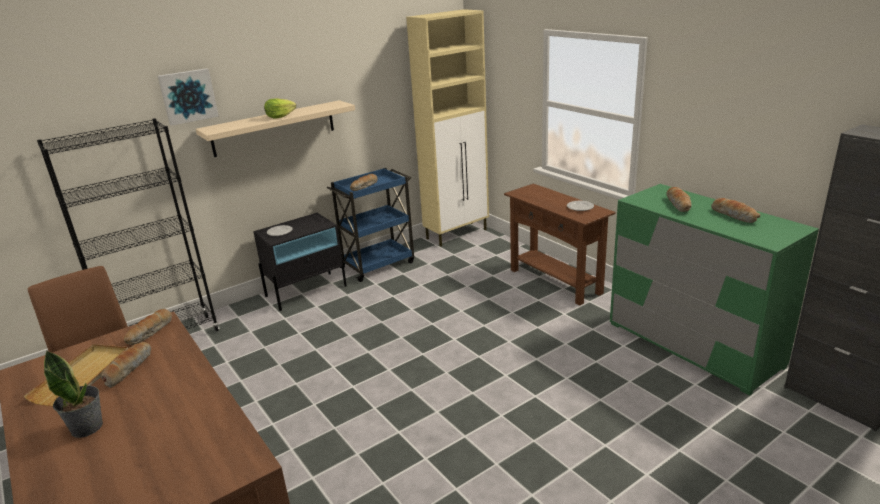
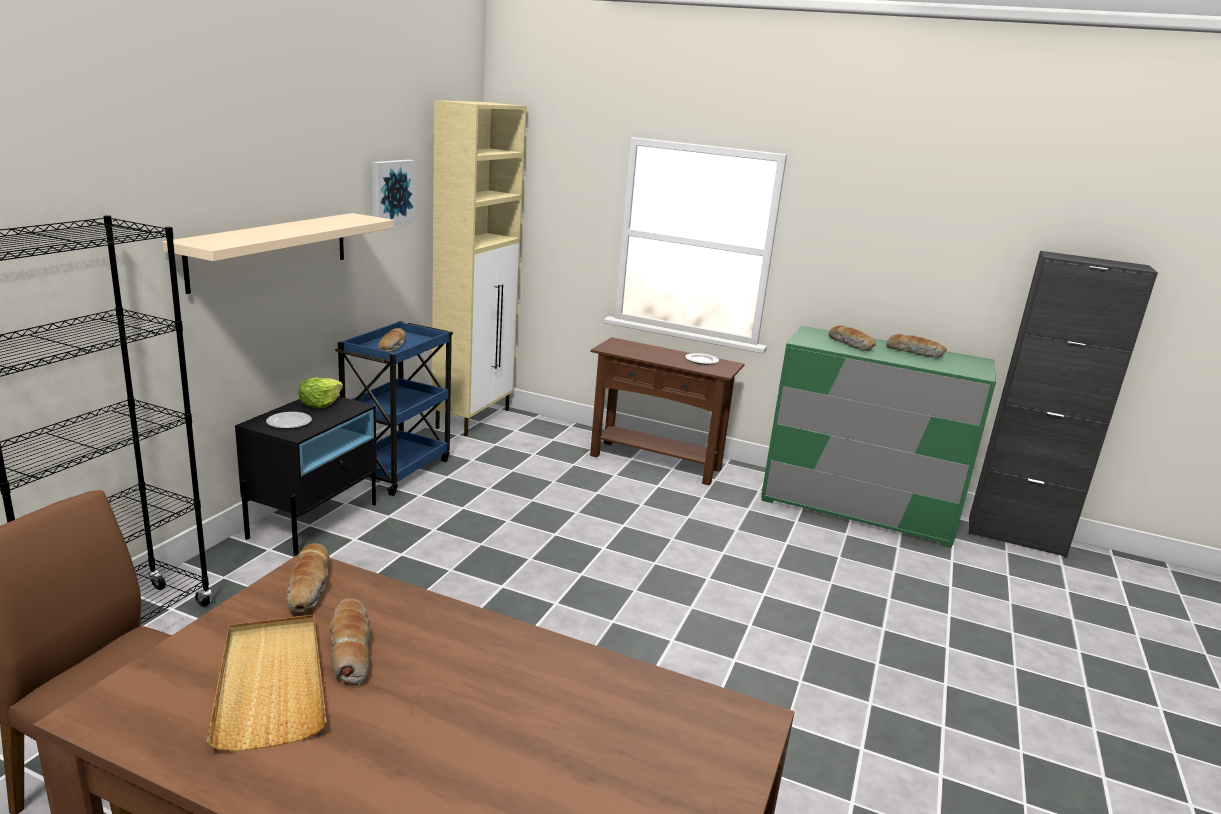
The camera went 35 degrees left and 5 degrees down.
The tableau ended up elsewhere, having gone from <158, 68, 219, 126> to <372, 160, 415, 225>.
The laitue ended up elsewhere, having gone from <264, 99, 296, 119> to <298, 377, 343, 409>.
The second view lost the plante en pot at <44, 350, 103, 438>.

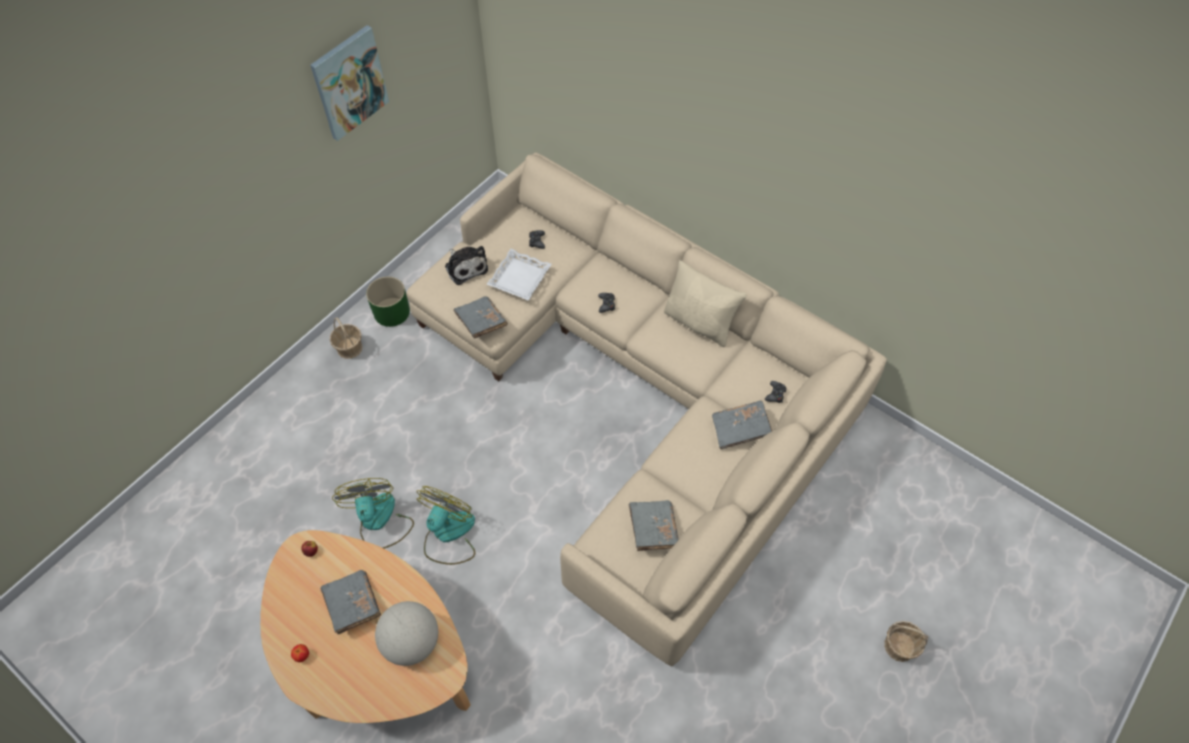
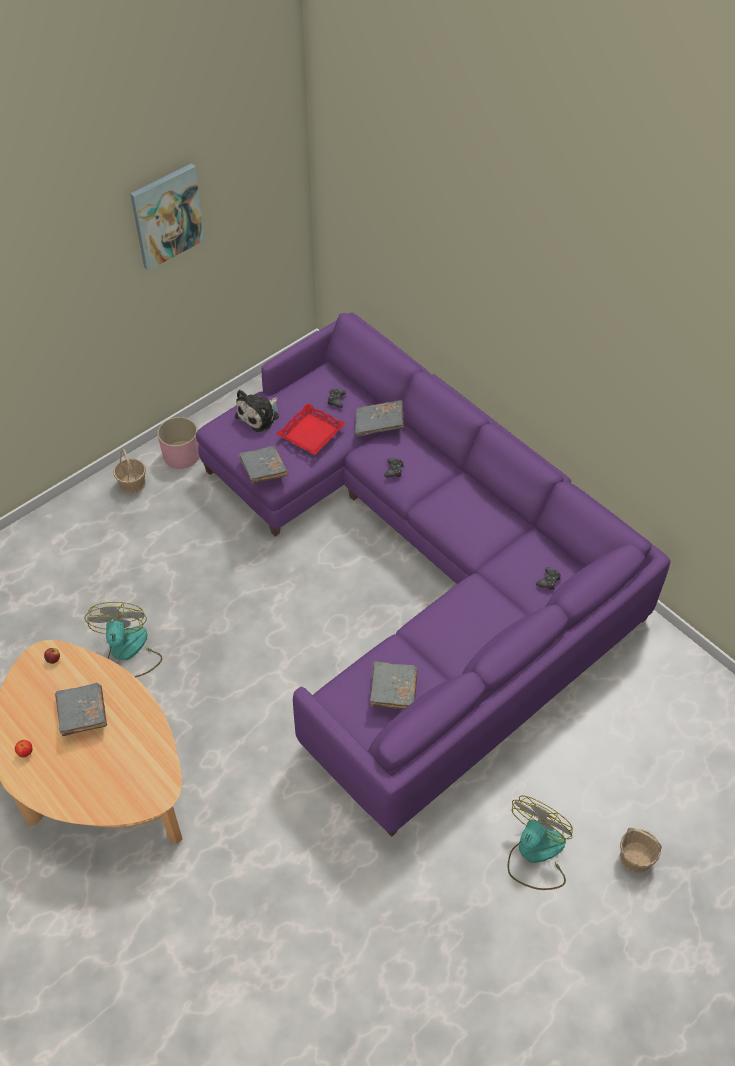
The camera went 10 degrees right and 5 degrees down.
What was the canapé (beige) at <406, 152, 887, 666> turned into the canapé (violet) at <196, 312, 671, 837>.
The peluche at <445, 246, 488, 285> ended up facing another way, 60 degrees clockwise from before.
What was the plateau (blanc) at <487, 249, 552, 301> turned into the plateau (rouge) at <276, 403, 346, 455>.
The second view lost the coussin (beige) at <664, 260, 747, 347>.
What was the cache-pot (vert) at <366, 277, 410, 327> turned into the cache-pot (rose) at <157, 417, 199, 469>.
The livre (gris) ended up elsewhere, having gone from <712, 400, 772, 449> to <355, 400, 404, 437>.
The ventilateur ended up elsewhere, having gone from <417, 486, 475, 565> to <508, 796, 572, 890>.
The second view lost the globe at <375, 601, 438, 666>.

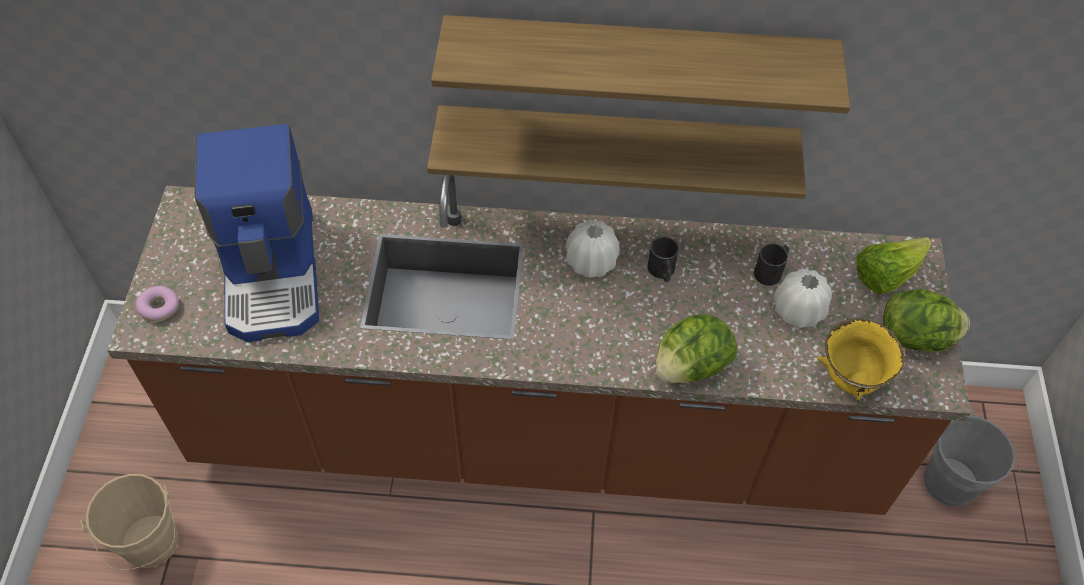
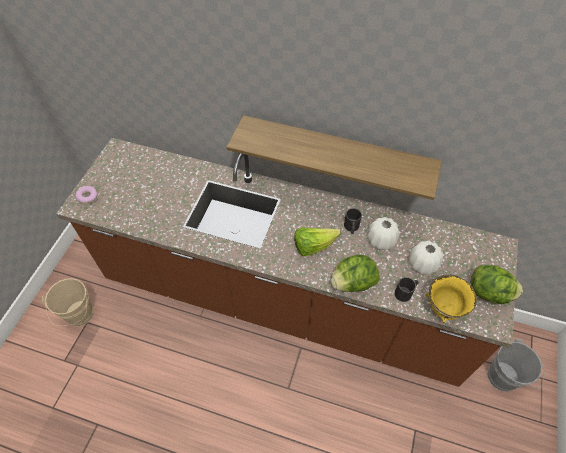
The camera went 15 degrees right and 0 degrees up.
The second view lost the étagère at <431, 15, 850, 113>.
The second view lost the machine à café at <194, 124, 319, 342>.
The vase (blanc) ended up elsewhere, having gone from <566, 220, 620, 278> to <367, 217, 399, 250>.
The laitue ended up elsewhere, having gone from <857, 237, 931, 294> to <294, 227, 341, 256>.
The mug (noir) ended up elsewhere, having gone from <754, 244, 789, 286> to <395, 277, 419, 302>.

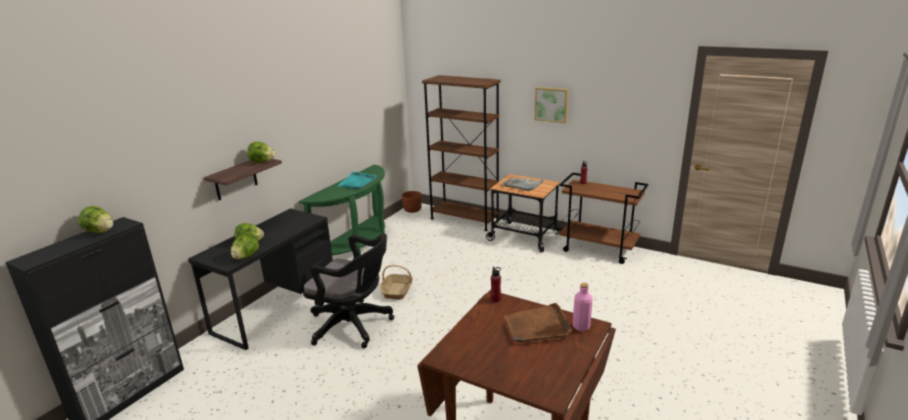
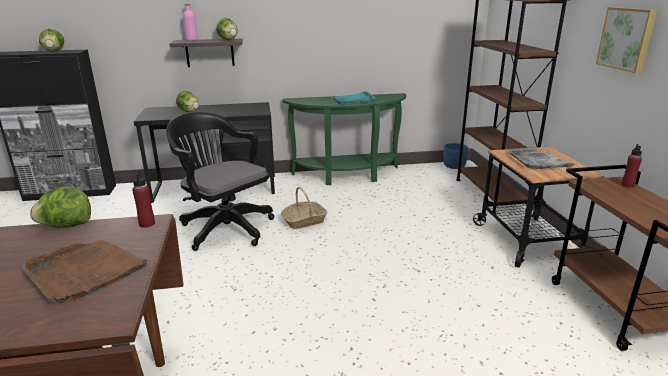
The camera went 50 degrees right and 0 degrees up.
What was the cache-pot (marron) at <402, 191, 422, 213> turned into the cache-pot (bleu) at <443, 143, 469, 169>.
The chaise de bureau (noir) at <303, 234, 394, 348> ended up facing another way, 150 degrees clockwise from before.
The laitue ended up elsewhere, having gone from <231, 235, 259, 259> to <30, 186, 91, 228>.
The bouteille (rose) ended up elsewhere, having gone from <573, 283, 593, 331> to <182, 4, 198, 41>.

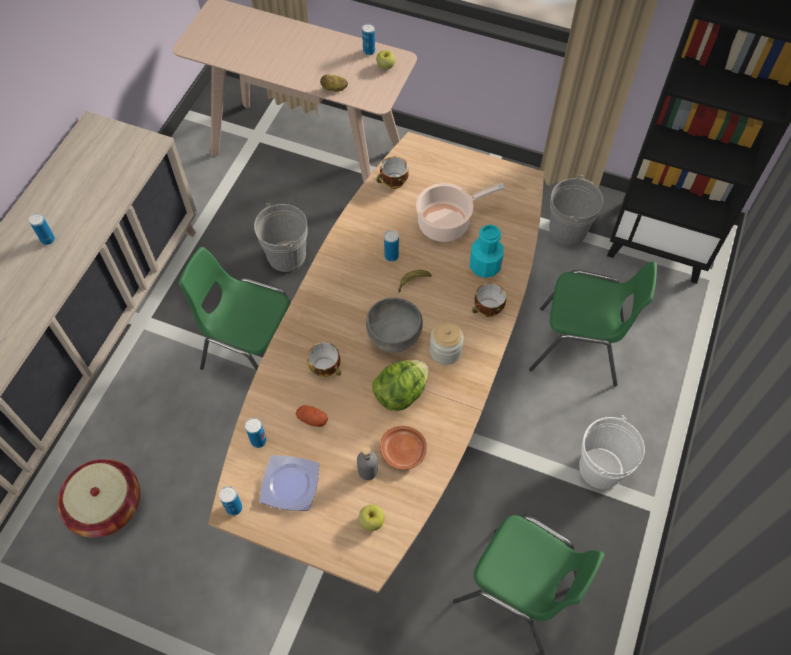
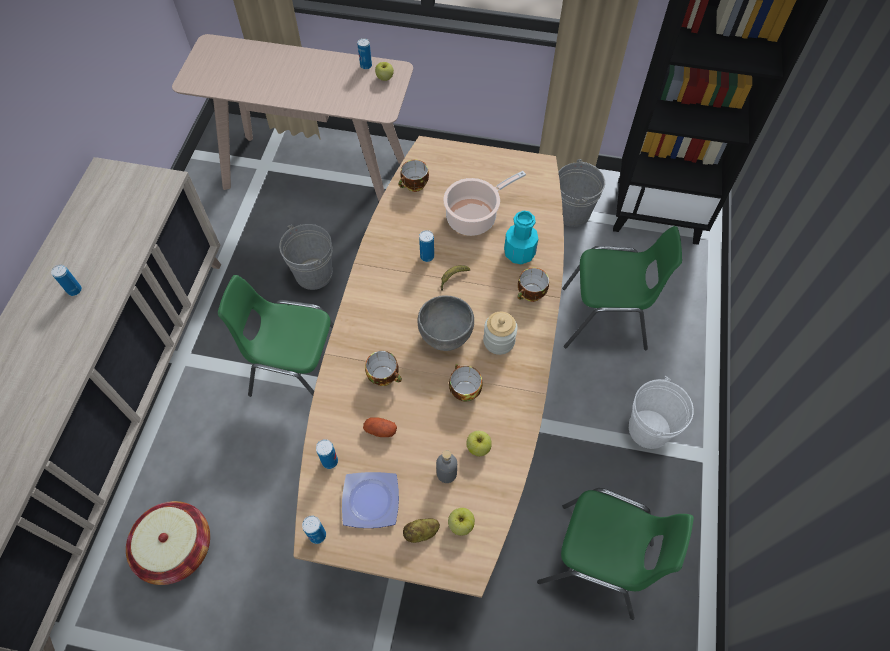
The camera went 10 degrees left and 0 degrees up.
The pomme de terre ended up elsewhere, having gone from <320, 75, 348, 92> to <403, 519, 440, 543>.
Where the laitue stood at <372, 360, 429, 411>, the tasse came to stand at <449, 364, 483, 402>.
Where the assiette (marron) stood at <380, 426, 427, 470>, the pomme came to stand at <466, 431, 492, 456>.

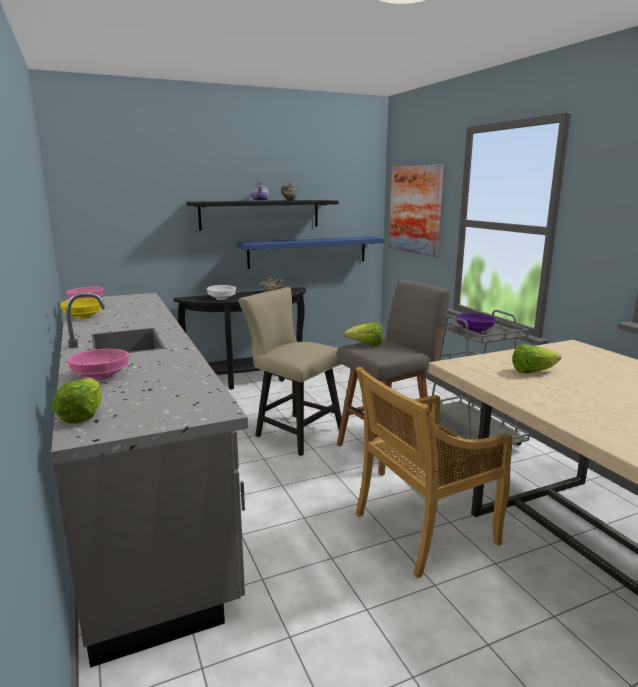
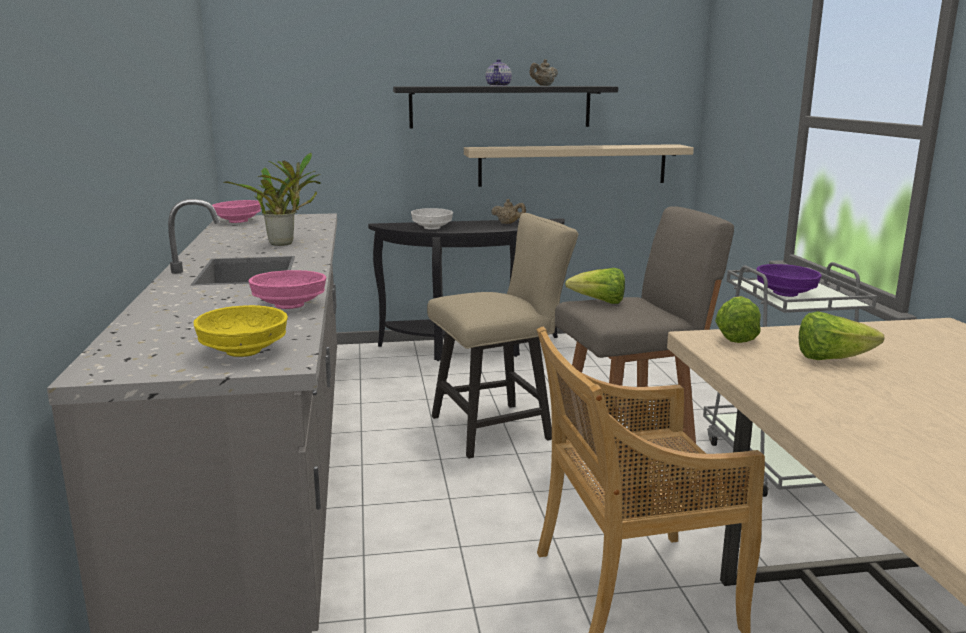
The camera went 15 degrees right and 0 degrees up.
The second view lost the tableau at <389, 164, 444, 257>.
What was the étagère (bleu) at <237, 236, 384, 269> turned into the étagère (beige) at <464, 144, 694, 187>.
The chaise (beige) at <239, 287, 342, 456> ended up facing another way, 105 degrees clockwise from before.
The bol (jaune) ended up elsewhere, having gone from <60, 298, 102, 319> to <194, 305, 288, 357>.
The bol (rose) ended up elsewhere, having gone from <67, 349, 129, 380> to <248, 270, 327, 309>.
The laitue ended up elsewhere, having gone from <52, 378, 102, 424> to <715, 296, 761, 343>.
The second view gained the plante en pot at <224, 153, 321, 246>.

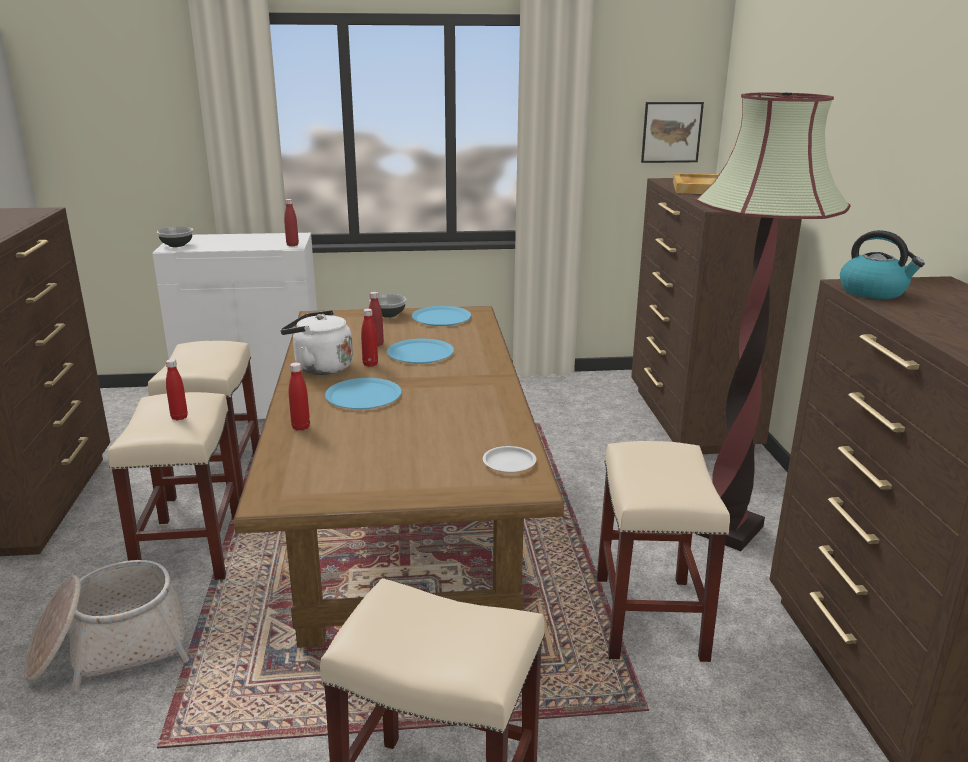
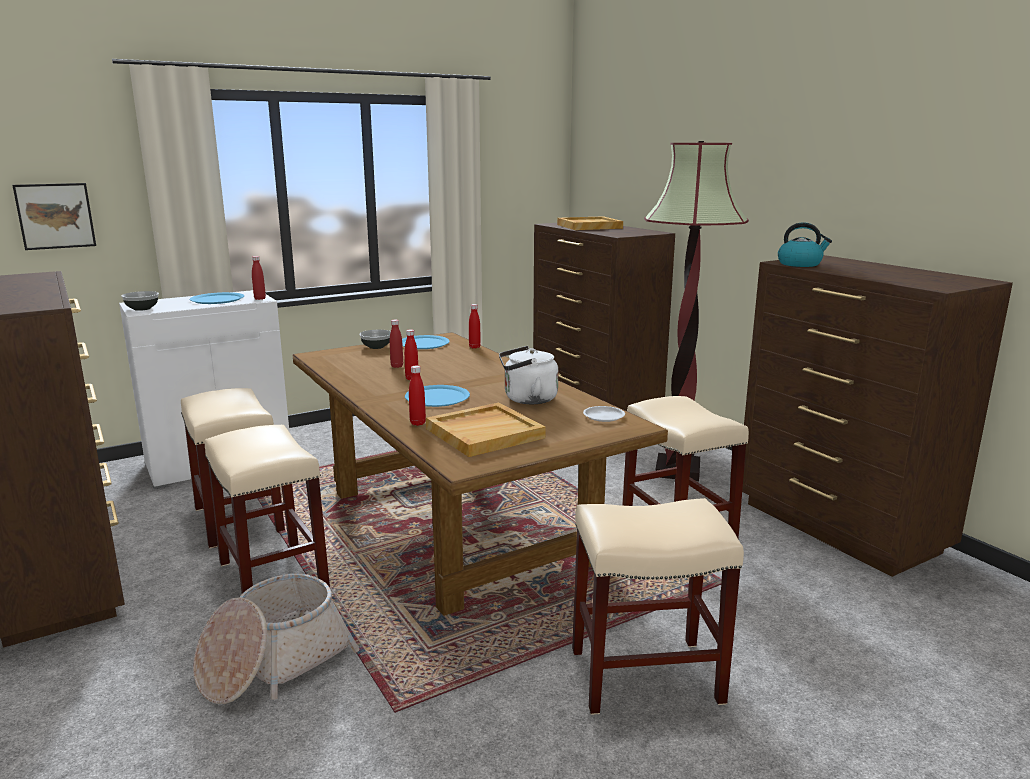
The camera went 25 degrees left and 5 degrees down.
The tableau ended up elsewhere, having gone from <641, 102, 704, 163> to <12, 183, 96, 250>.
The bouilloire (blanc) ended up elsewhere, having gone from <280, 310, 353, 375> to <499, 346, 558, 404>.
The assiette (bleu) ended up elsewhere, having gone from <387, 339, 454, 364> to <189, 292, 244, 304>.
The bouteille (rouge) ended up elsewhere, having gone from <166, 359, 188, 421> to <469, 304, 481, 348>.
The second view gained the plateau (beige) at <426, 403, 545, 457>.

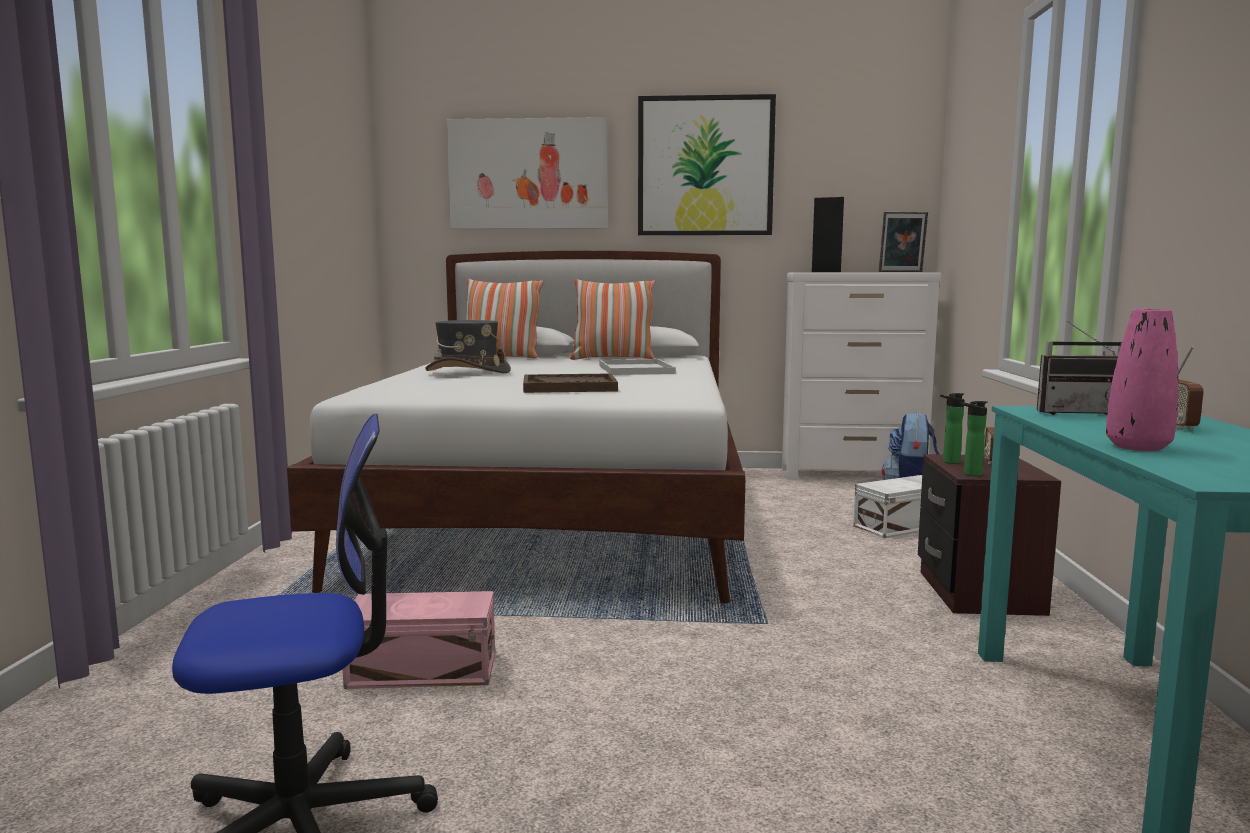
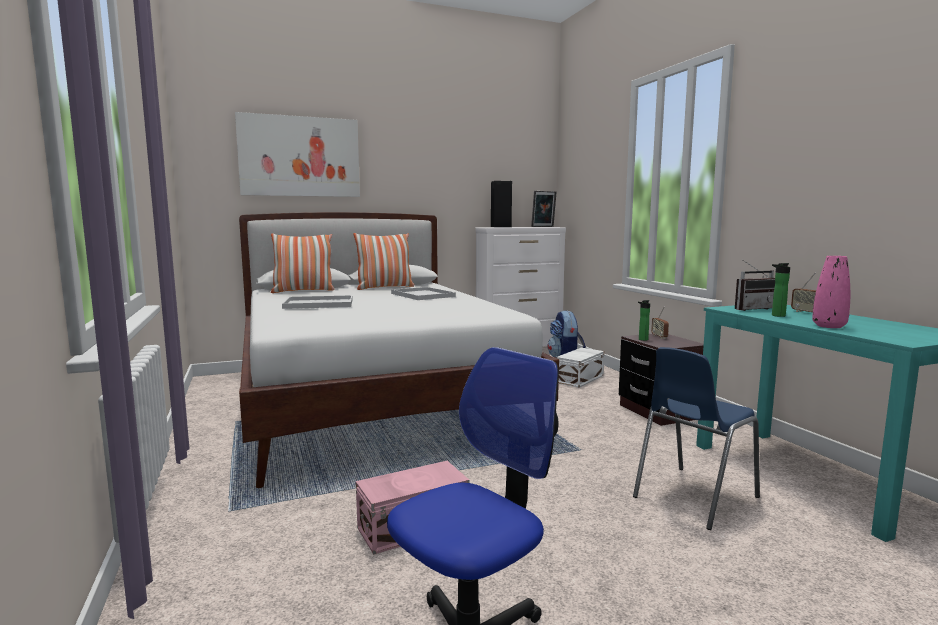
The camera went 25 degrees left and 0 degrees up.
The second view lost the tableau at <638, 94, 776, 235>.
Where the chapeau (gris) stood at <425, 320, 511, 373>, the plateau (blanc) came to stand at <282, 295, 353, 309>.
The second view lost the plateau (marron) at <523, 373, 618, 393>.
The bouteille ended up elsewhere, having gone from <961, 401, 988, 476> to <772, 263, 790, 317>.
The second view gained the chaise (bleu) at <633, 347, 760, 530>.

